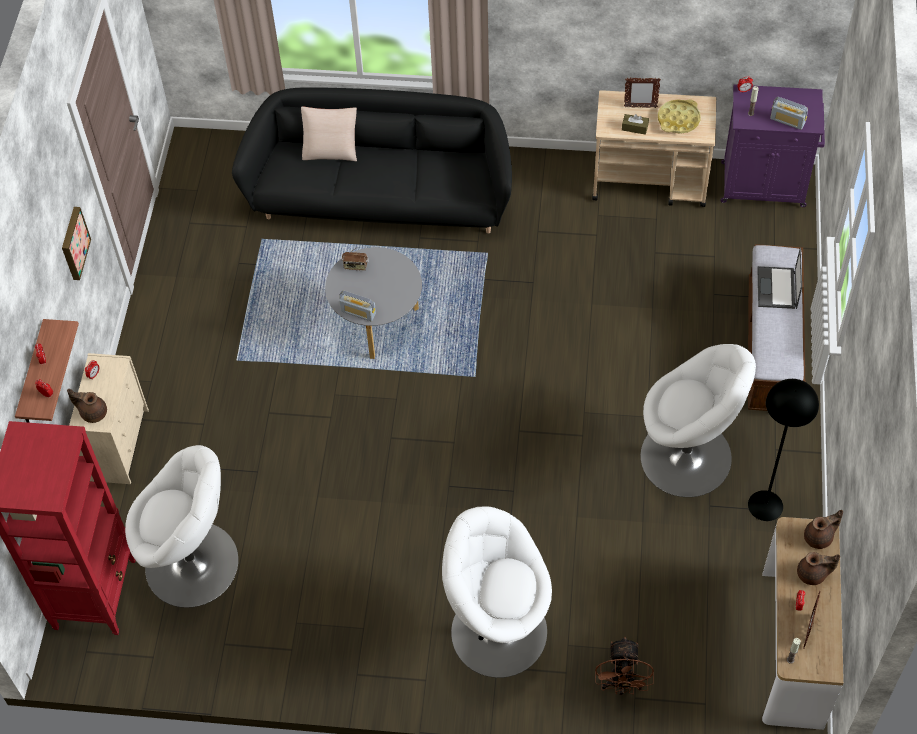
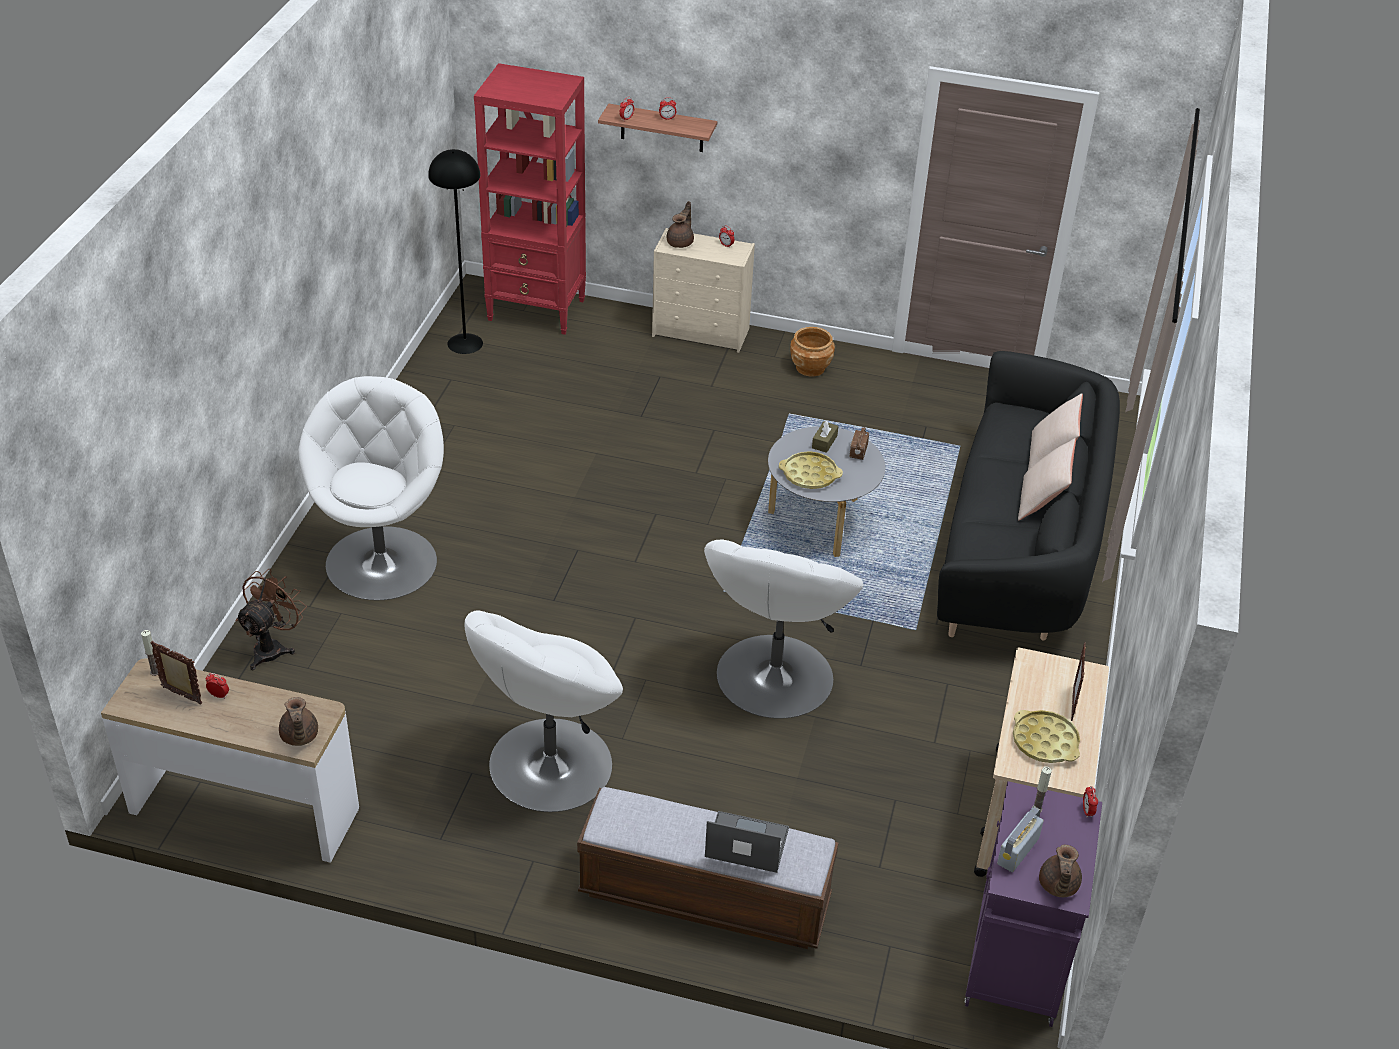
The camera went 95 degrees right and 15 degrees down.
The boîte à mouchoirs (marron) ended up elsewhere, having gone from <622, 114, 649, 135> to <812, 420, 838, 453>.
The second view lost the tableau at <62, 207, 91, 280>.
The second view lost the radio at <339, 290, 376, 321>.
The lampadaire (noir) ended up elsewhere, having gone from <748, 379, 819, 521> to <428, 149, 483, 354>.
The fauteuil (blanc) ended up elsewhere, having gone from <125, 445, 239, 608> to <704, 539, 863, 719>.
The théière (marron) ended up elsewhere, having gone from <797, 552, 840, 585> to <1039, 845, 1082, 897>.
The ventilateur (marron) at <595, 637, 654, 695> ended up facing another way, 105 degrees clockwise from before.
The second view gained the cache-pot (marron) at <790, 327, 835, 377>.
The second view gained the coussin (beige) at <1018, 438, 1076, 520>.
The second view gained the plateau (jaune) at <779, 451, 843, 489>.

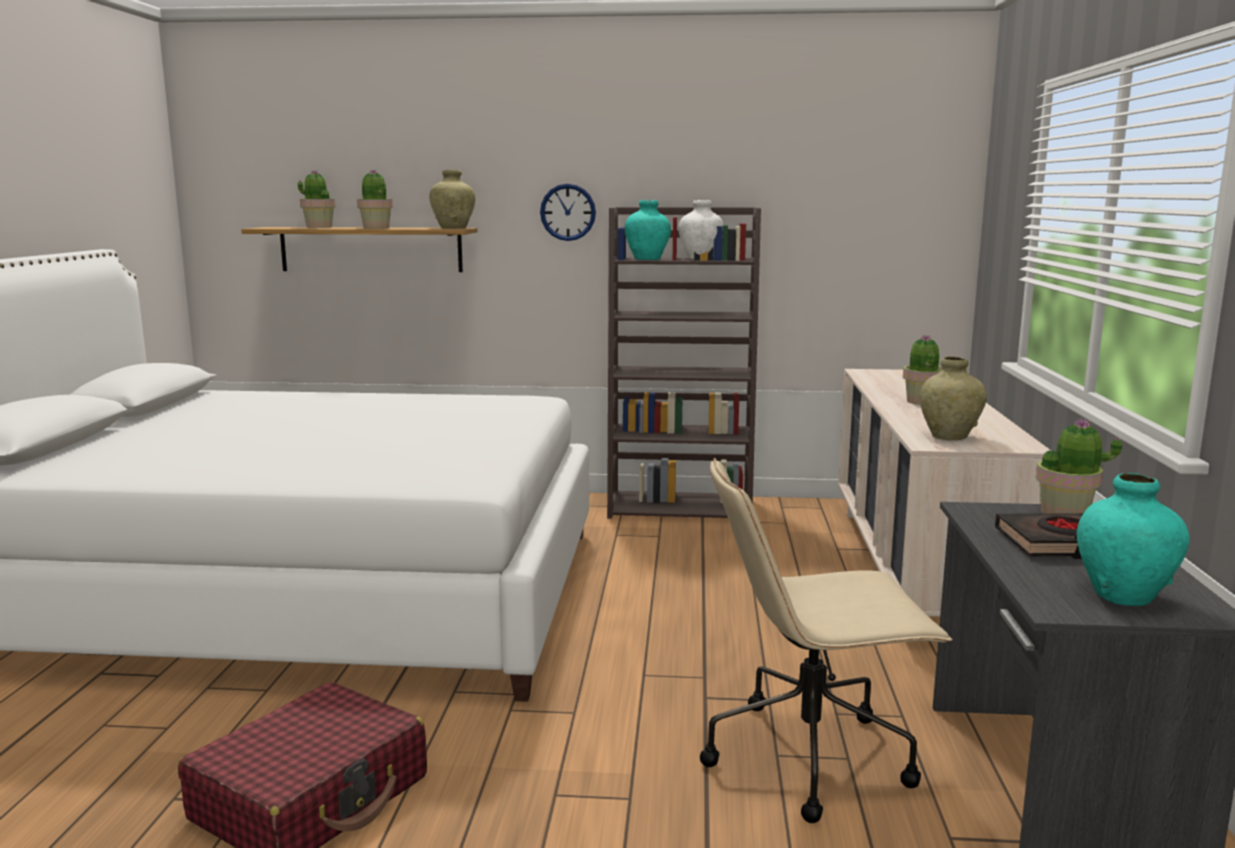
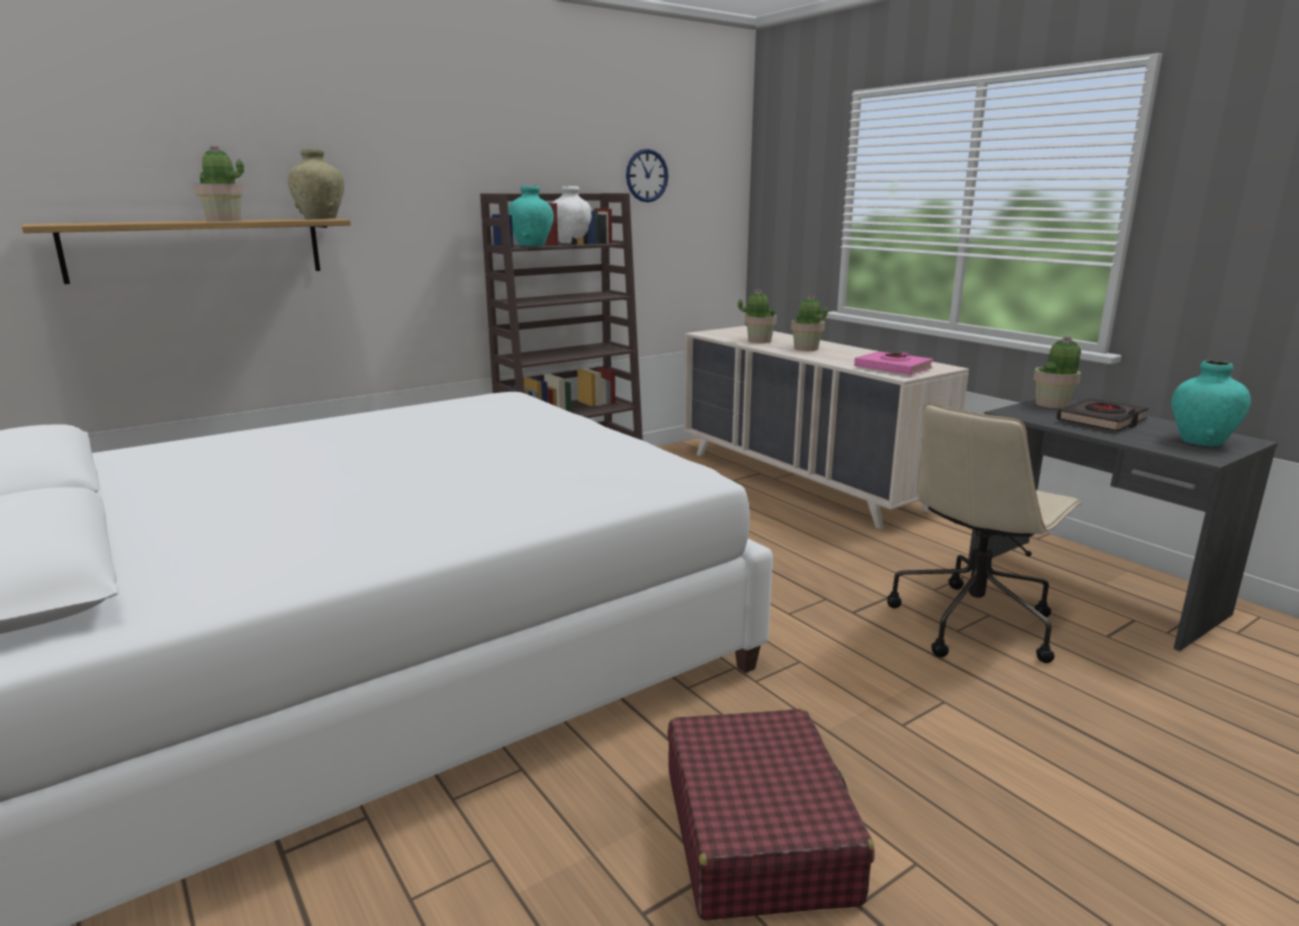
The camera went 40 degrees left and 5 degrees up.
The plante en pot ended up elsewhere, having gone from <298, 170, 336, 228> to <738, 289, 777, 343>.
The horloge murale ended up elsewhere, having gone from <540, 184, 596, 241> to <626, 149, 668, 202>.
Where the vase (beige) stood at <919, 357, 987, 440>, the livre (rose) came to stand at <854, 351, 933, 375>.

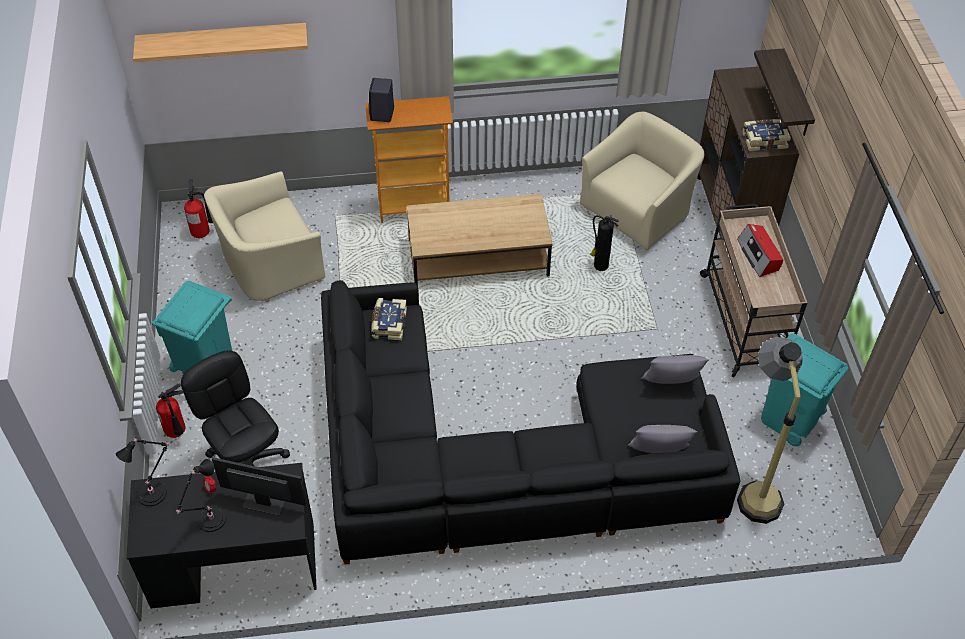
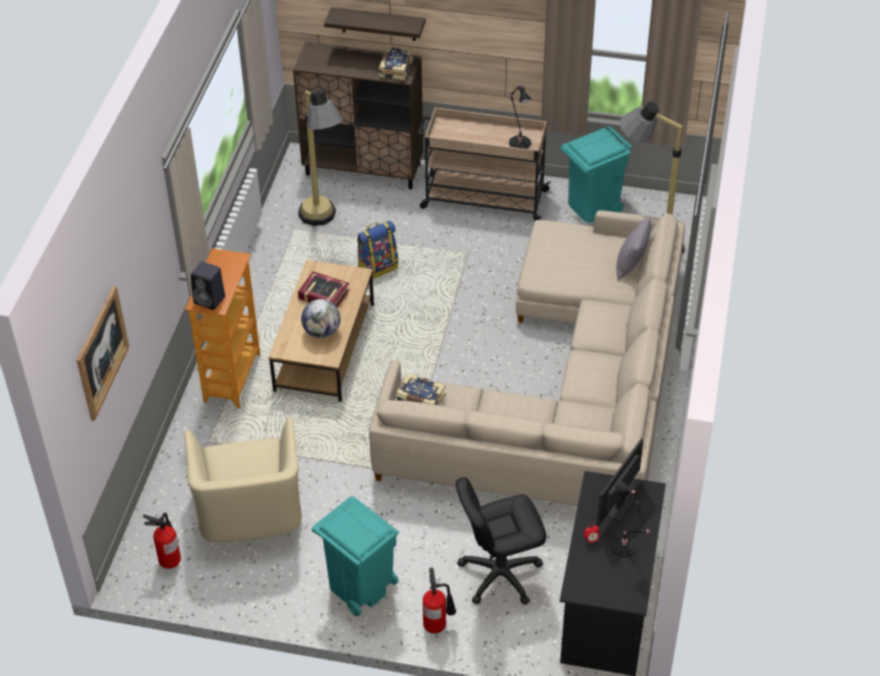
The camera went 70 degrees left and 5 degrees down.
Where the étagère hung at <133, 23, 308, 62>, the tableau came to hang at <77, 285, 129, 421>.
Where the fauteuil (beige) stood at <580, 112, 705, 250>, the lampadaire came to stand at <298, 90, 343, 226>.
Where the extincteur stood at <591, 215, 619, 271>, the sac à dos came to stand at <357, 221, 398, 279>.
The second view lost the radio at <737, 224, 783, 277>.
What was the canapé (noir) at <321, 280, 740, 565> turned into the canapé (beige) at <369, 210, 685, 506>.
The second view lost the coussin (gris) at <641, 355, 709, 384>.
The lampe de table (noir) ended up elsewhere, having gone from <116, 437, 169, 506> to <509, 84, 532, 149>.
The second view gained the livre at <298, 271, 349, 307>.
The second view gained the globe at <301, 299, 340, 338>.

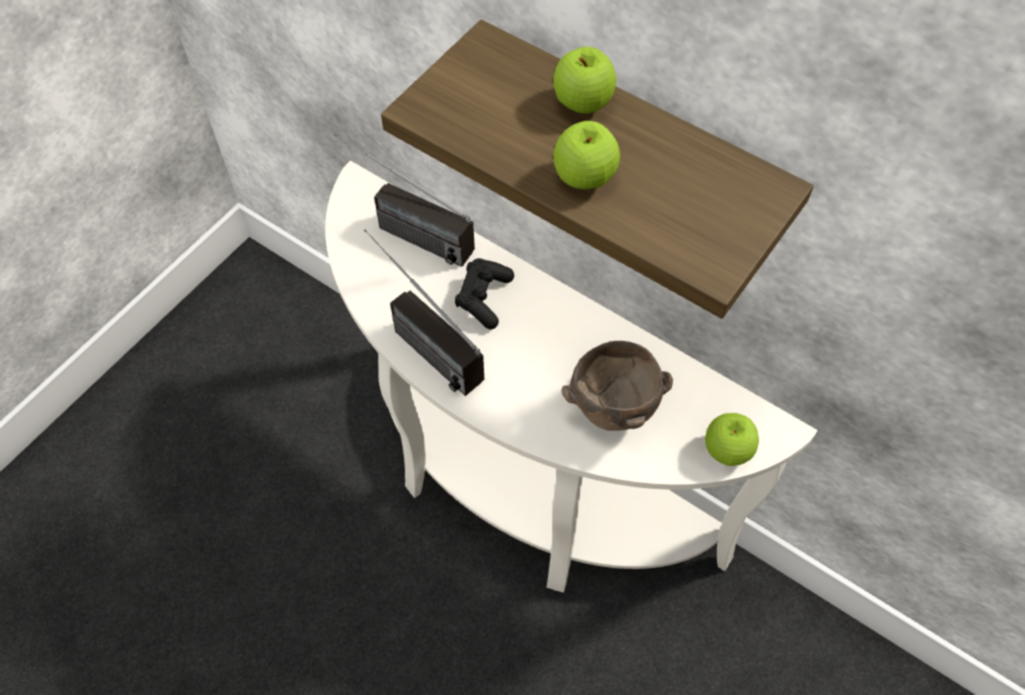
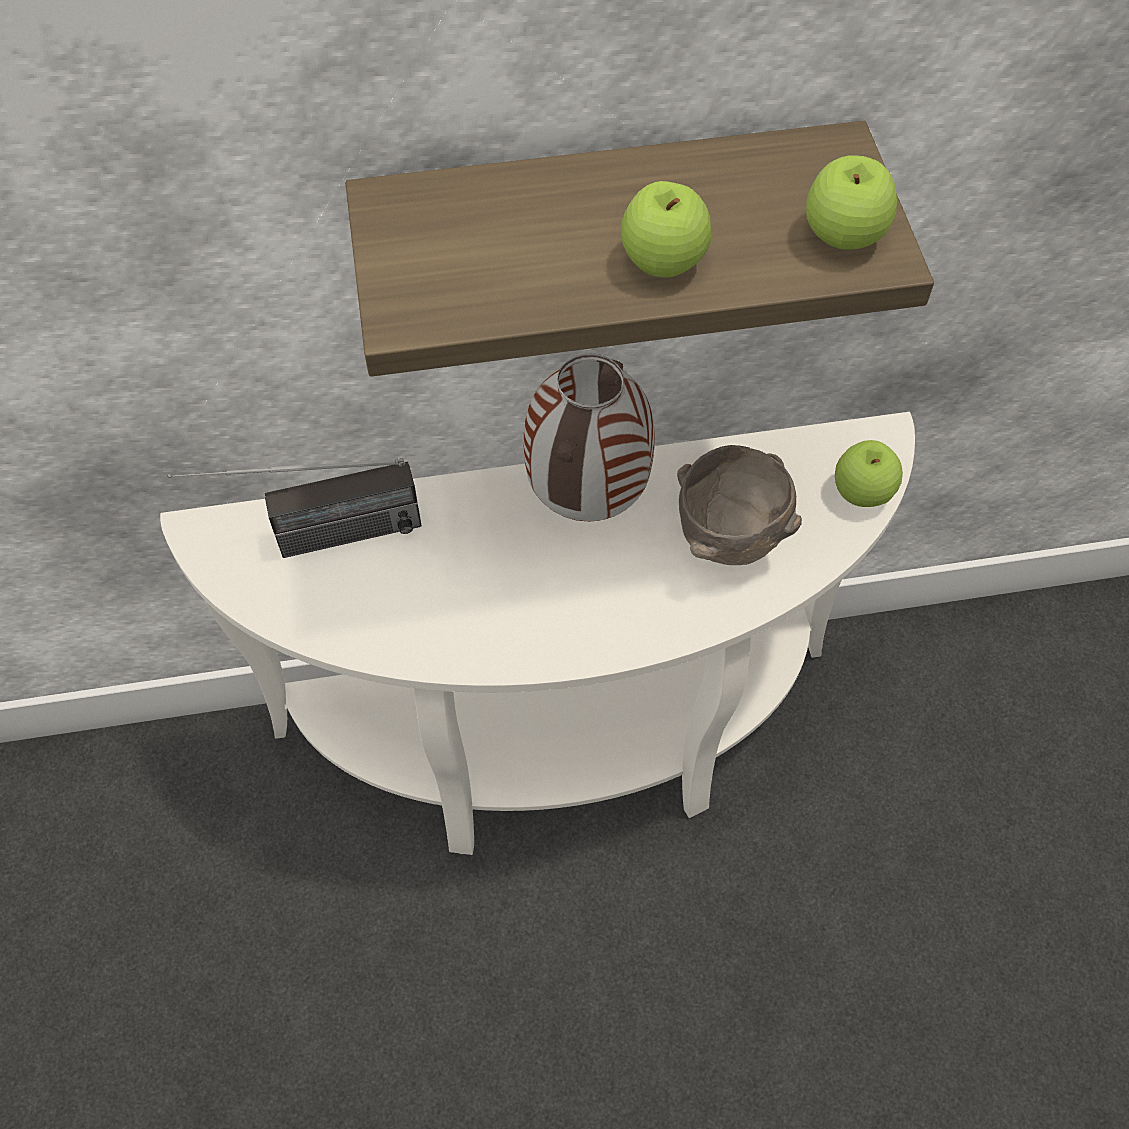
The camera went 45 degrees left and 0 degrees up.
The pomme ended up elsewhere, having gone from <553, 47, 616, 114> to <806, 155, 897, 250>.
The second view lost the radio at <364, 229, 484, 396>.
The second view lost the manette (noir) at <455, 258, 514, 329>.
The second view gained the vase at <524, 354, 655, 521>.

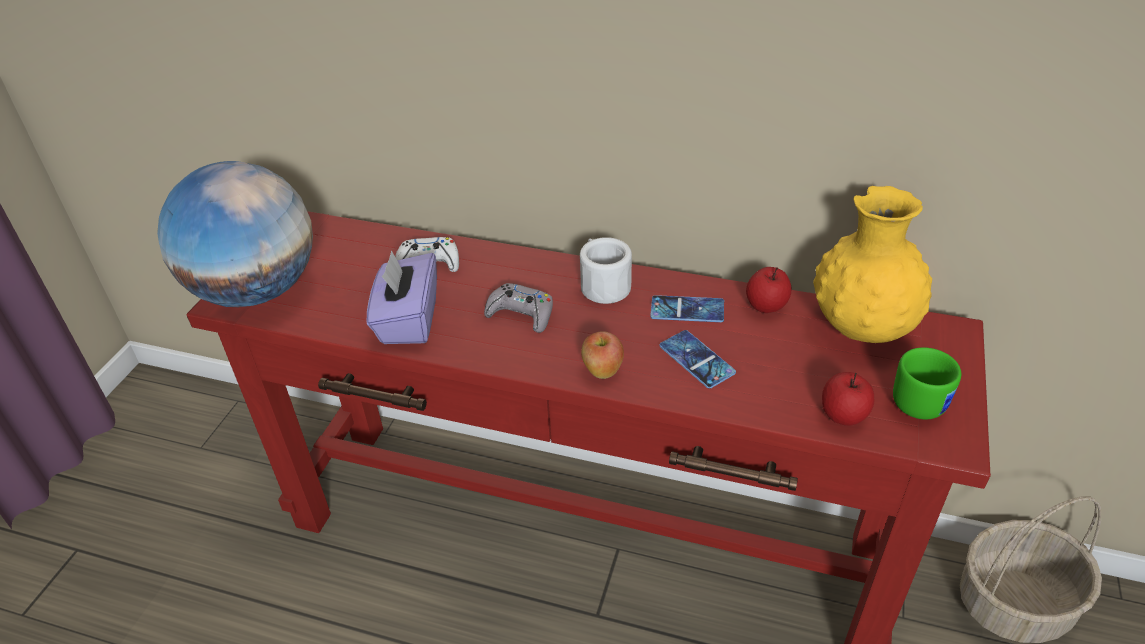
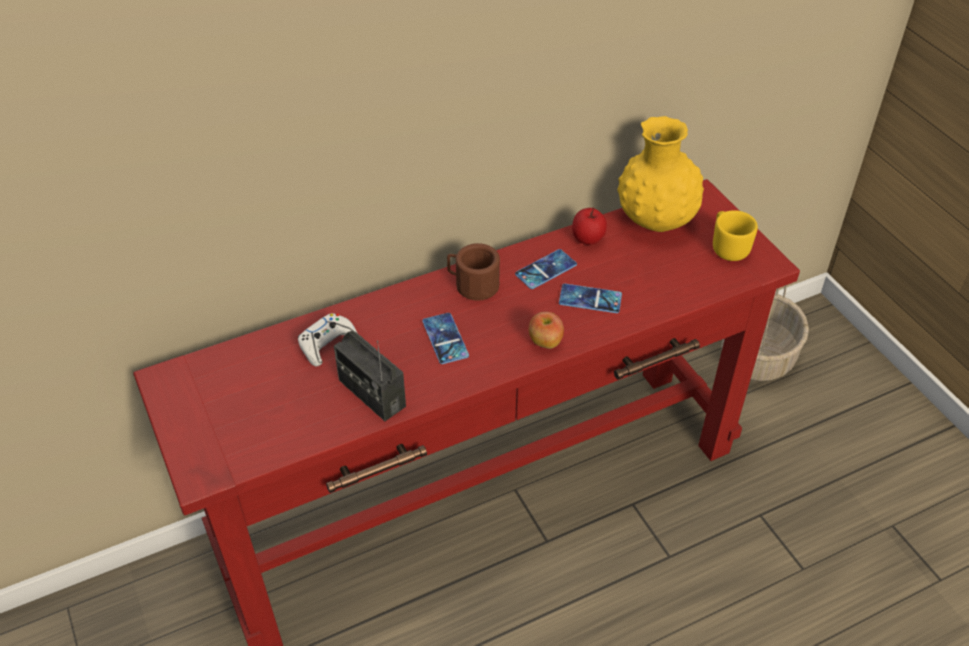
The camera went 45 degrees left and 5 degrees up.
The second view lost the globe at <157, 161, 313, 307>.
What was the mug (blanc) at <580, 237, 632, 304> turned into the mug (marron) at <447, 243, 500, 301>.
Where the boîte à mouchoirs (violet) stood at <367, 250, 437, 344>, the radio came to stand at <334, 331, 406, 421>.
Where the manette (gris) stood at <484, 283, 553, 333>, the téléphone came to stand at <422, 313, 469, 364>.
What was the mug (vert) at <893, 347, 961, 419> turned into the mug (jaune) at <713, 210, 758, 261>.
The second view lost the pomme at <822, 372, 874, 426>.

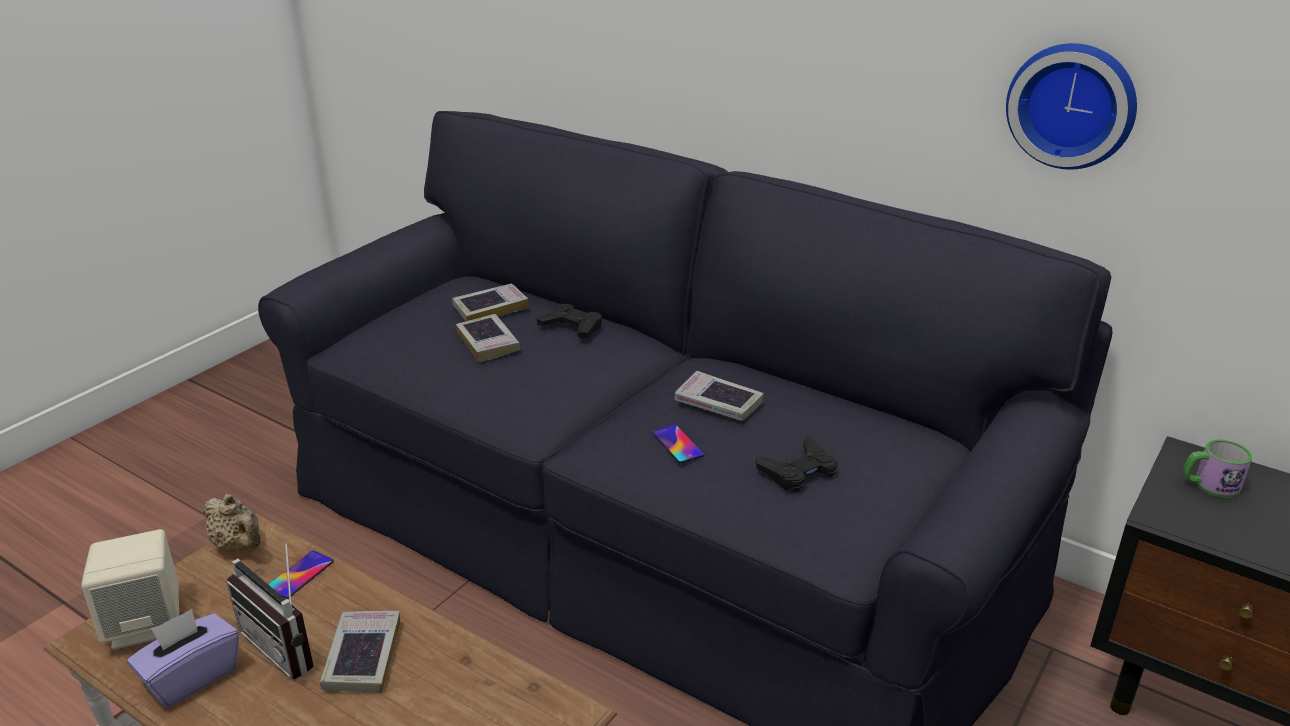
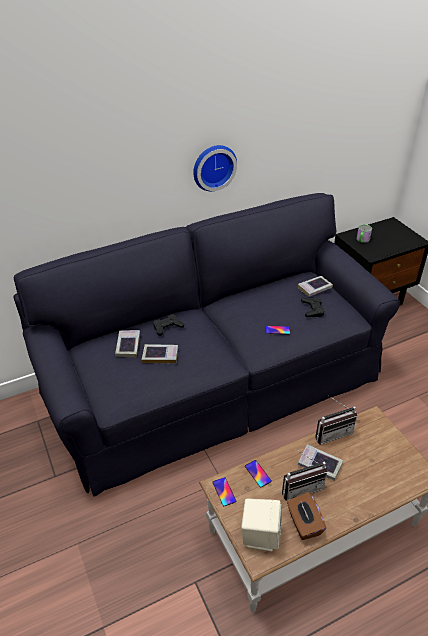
The camera went 60 degrees left and 10 degrees up.
The horloge murale ended up elsewhere, having gone from <1006, 43, 1137, 170> to <193, 145, 237, 191>.
The livre ended up elsewhere, having gone from <674, 371, 764, 421> to <298, 276, 333, 297>.
Where the théière (beige) stood at <203, 494, 261, 552>, the téléphone came to stand at <212, 477, 237, 506>.
What was the boîte à mouchoirs (violet) at <127, 609, 239, 708> turned into the boîte à mouchoirs (marron) at <287, 492, 326, 540>.
The second view gained the radio at <315, 396, 357, 444>.

